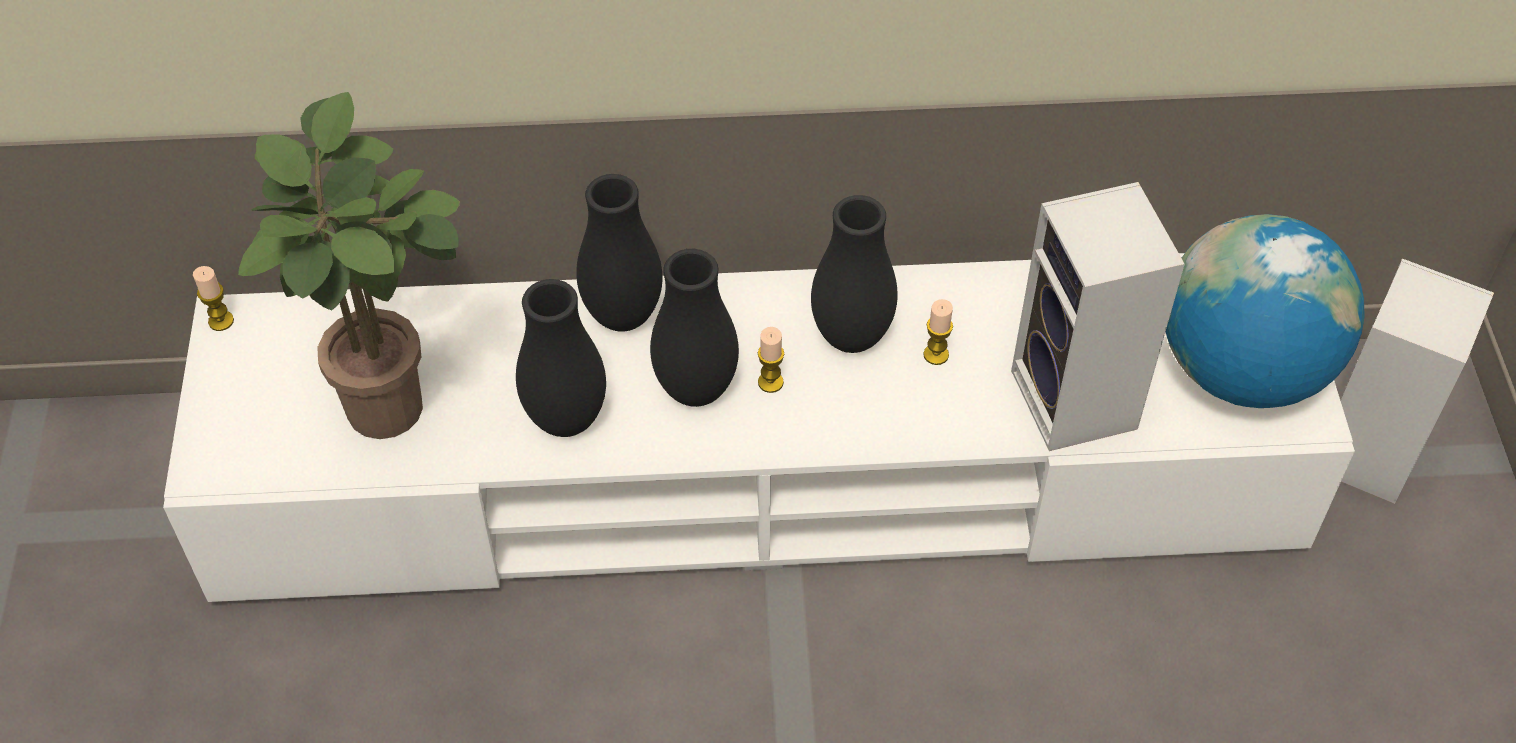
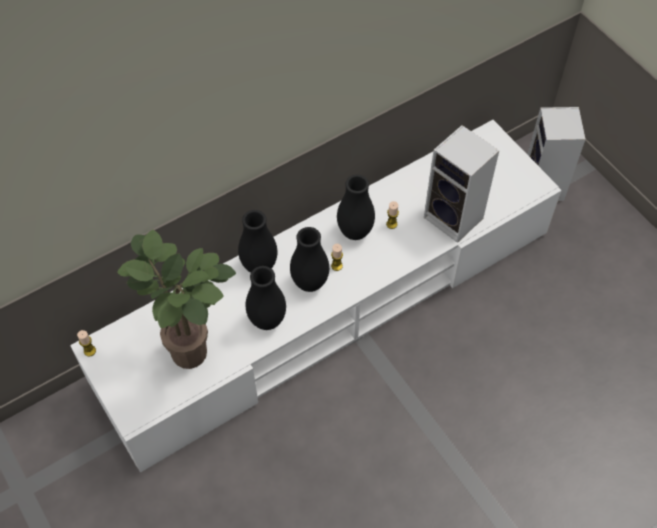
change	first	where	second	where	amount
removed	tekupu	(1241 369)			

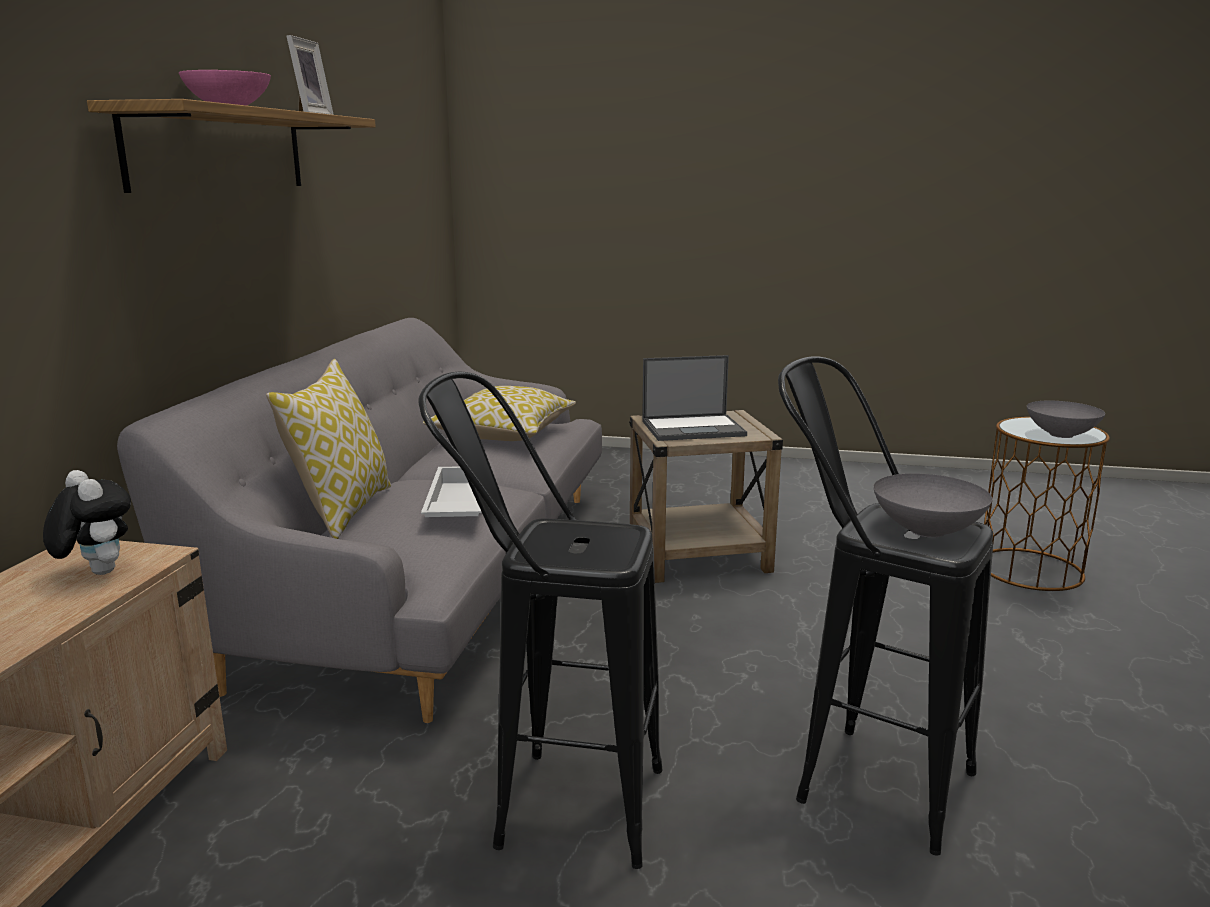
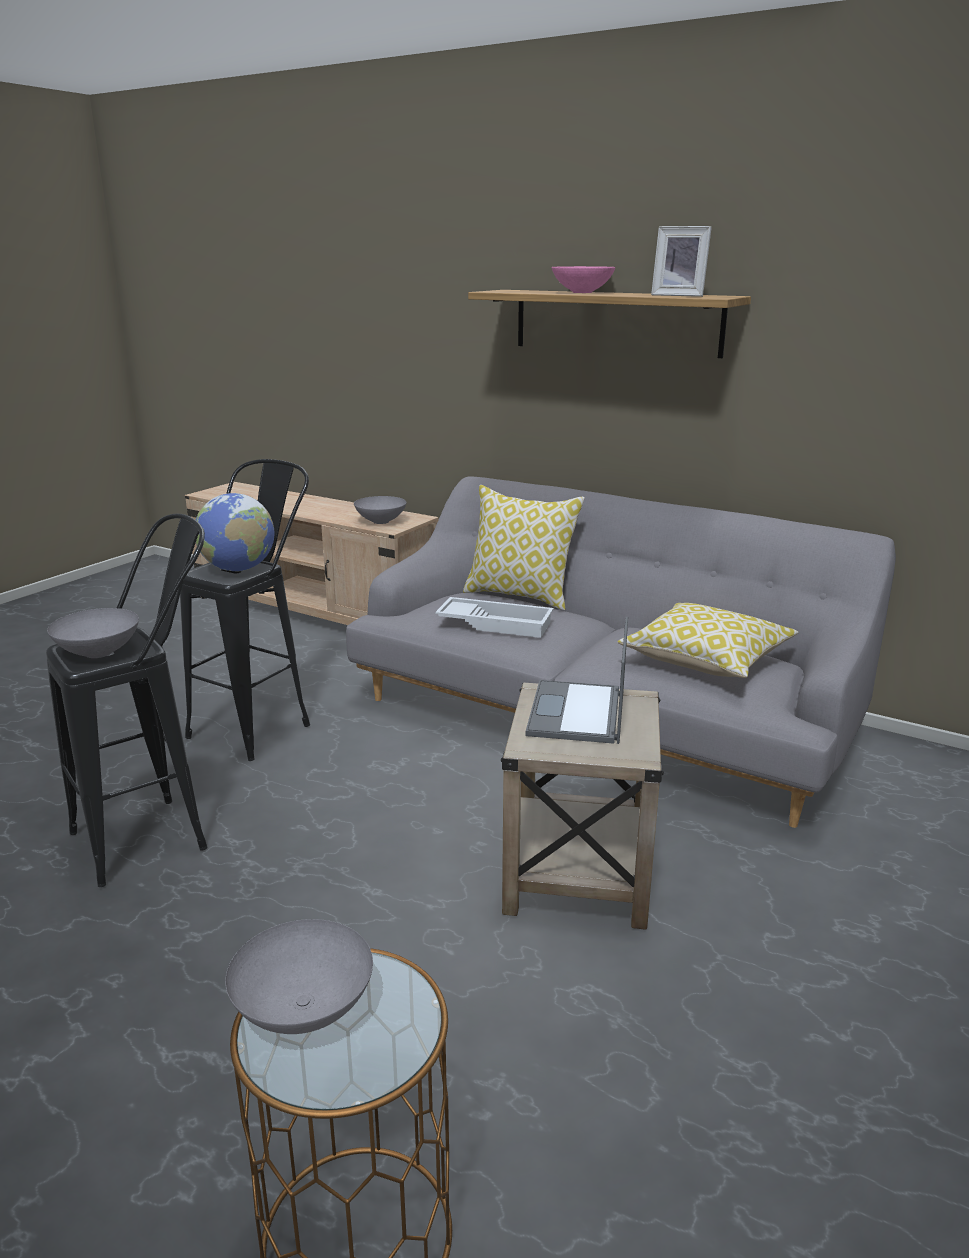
change	first	where	second	where	amount
added			tekupu	(238 569)	
replaced	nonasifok	(96 572)	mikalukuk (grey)	(381 521)	

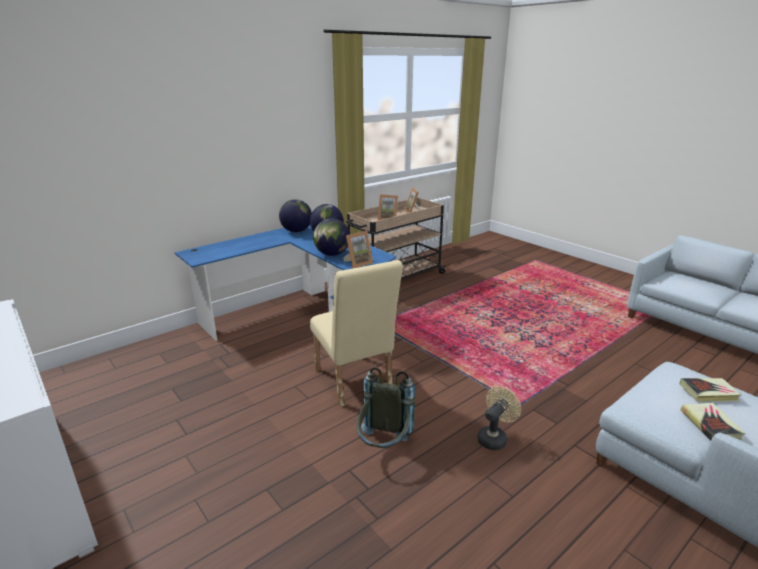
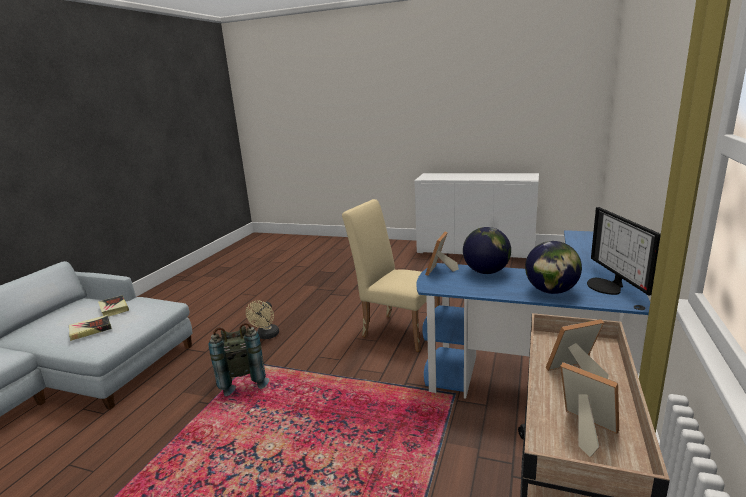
change	first	where	second	where	amount
moved	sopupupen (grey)	(383 447)		(243 380)	
replaced	tekupu	(296 231)	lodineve	(608 286)	

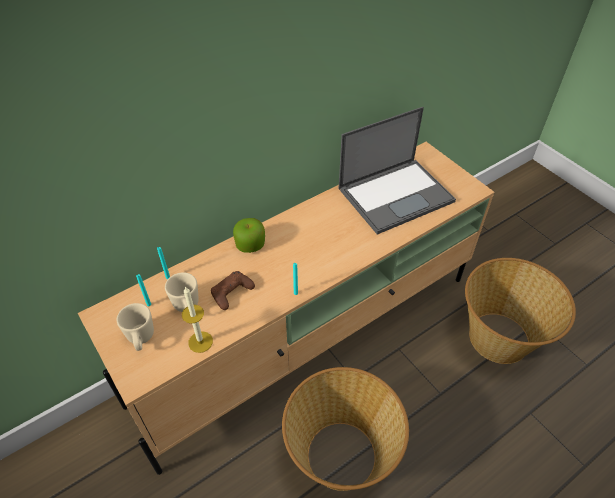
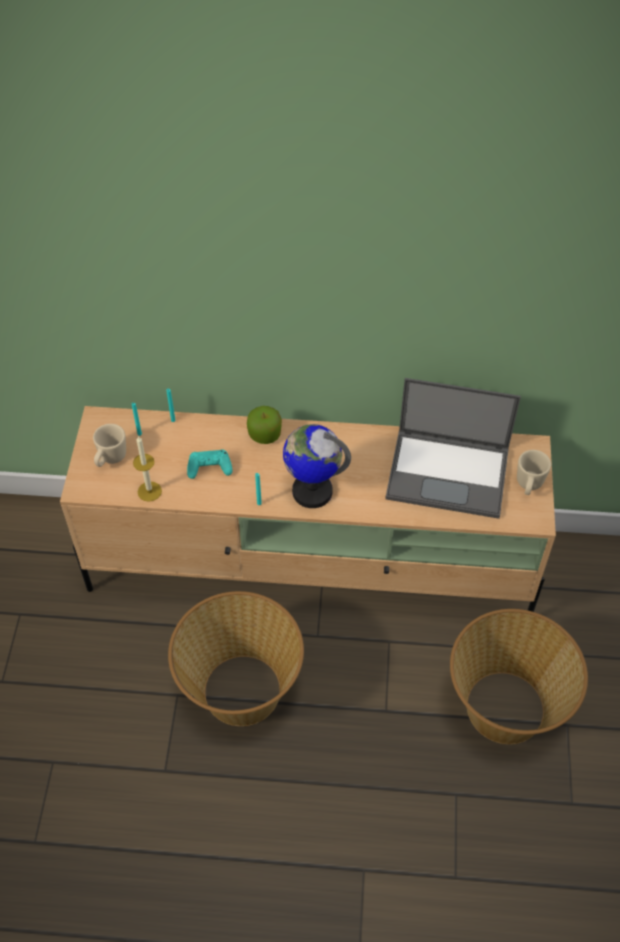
change	first	where	second	where	amount
added			tekupu	(312 491)	
moved	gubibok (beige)	(187 307)		(528 485)	
recoloured	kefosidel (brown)	(232 292)	kefosidel (turquoise)	(209 467)	

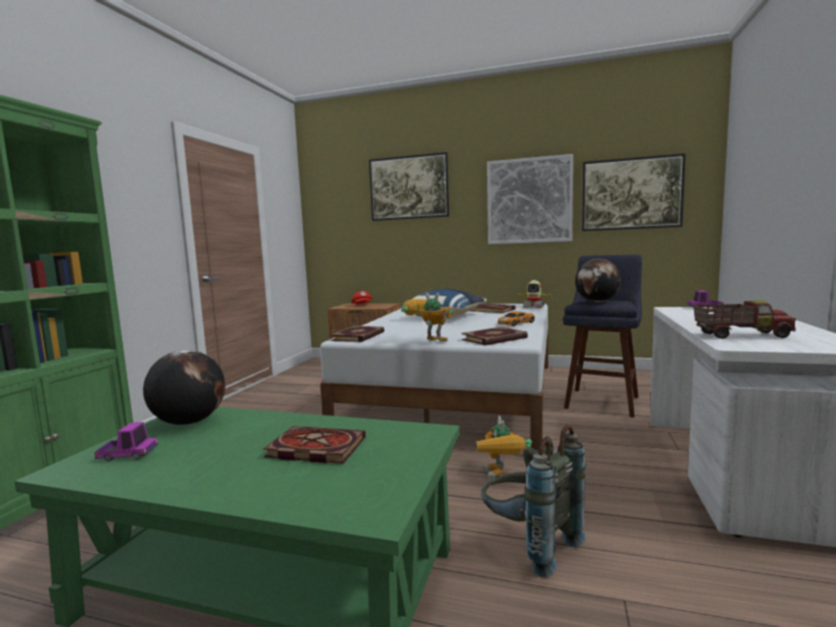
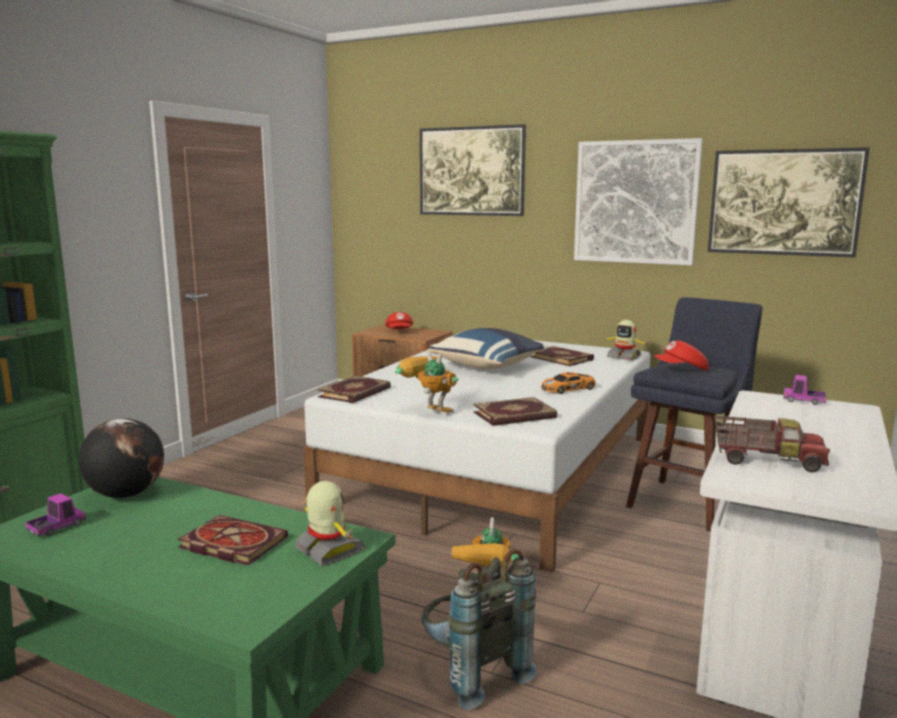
change	first	where	second	where	amount
added			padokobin	(328 550)	
replaced	tekupu	(597 302)	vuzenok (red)	(681 370)	
turned	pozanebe	(128 455)		(57 527)	60 degrees counterclockwise

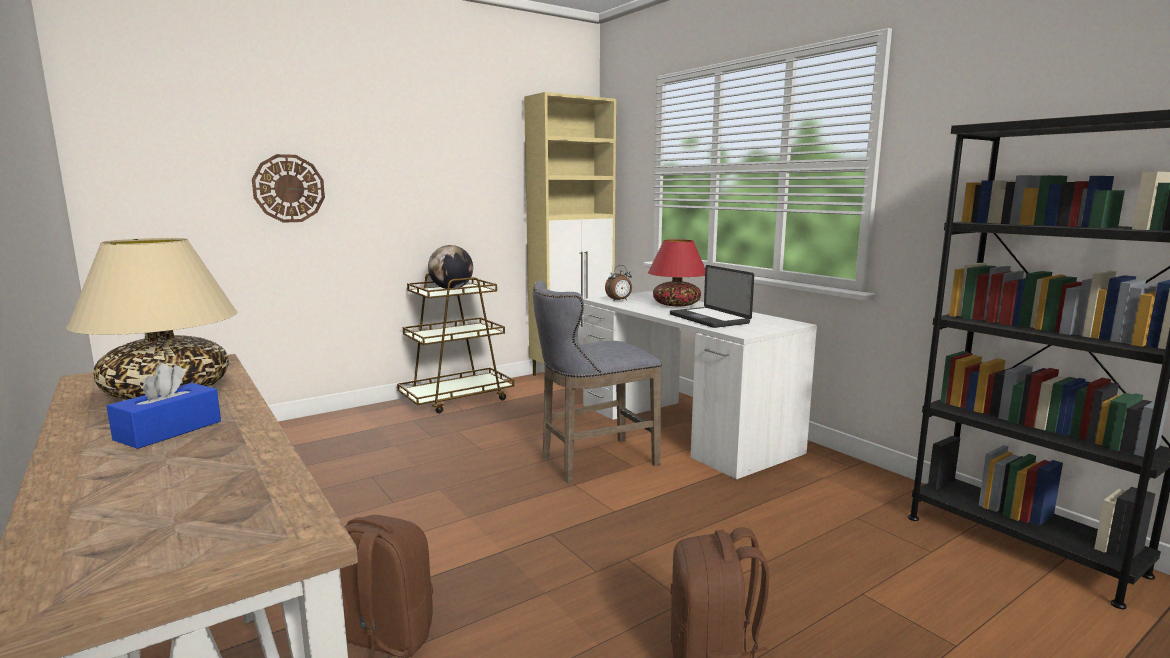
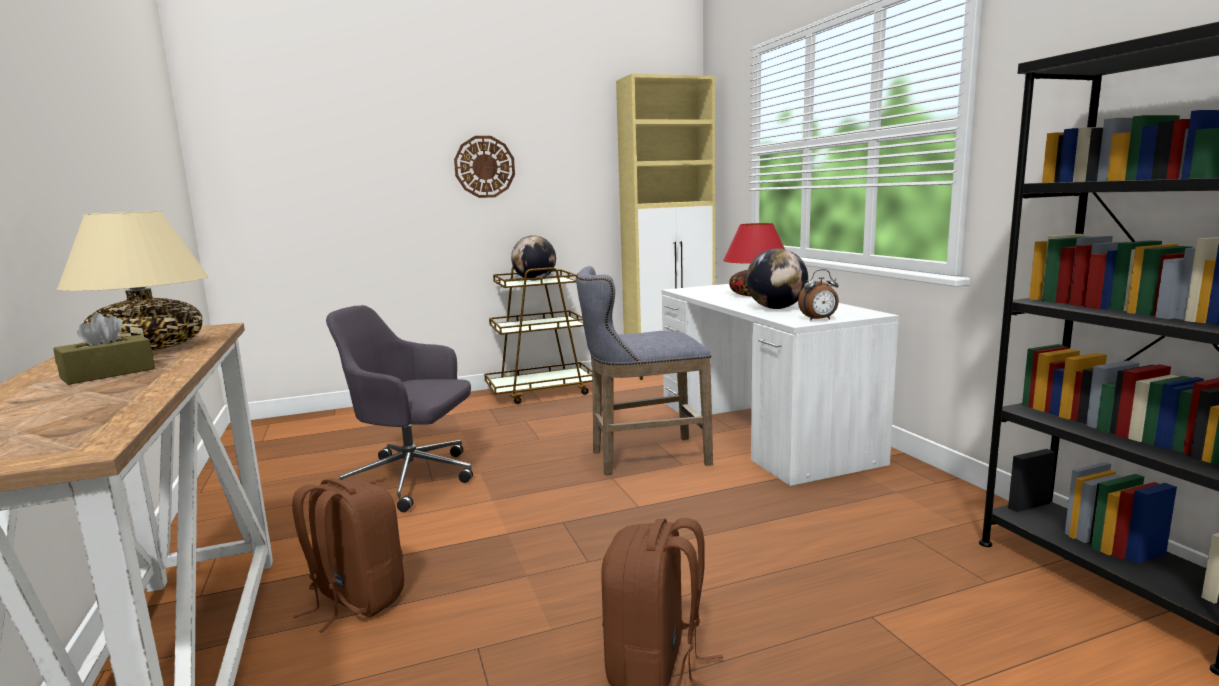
change	first	where	second	where	amount
added			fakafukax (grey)	(413 479)	
moved	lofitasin	(289 188)		(484 167)	
moved	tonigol	(619 300)		(819 319)	
replaced	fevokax	(709 319)	tekupu	(776 308)	
recoloured	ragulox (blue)	(168 430)	ragulox (brown)	(108 373)	

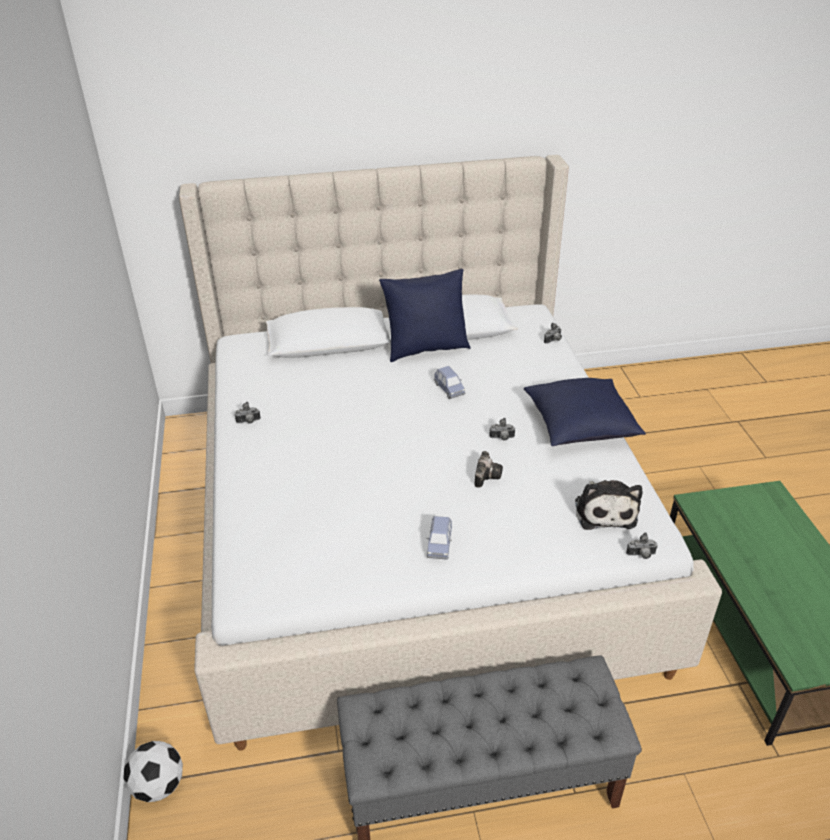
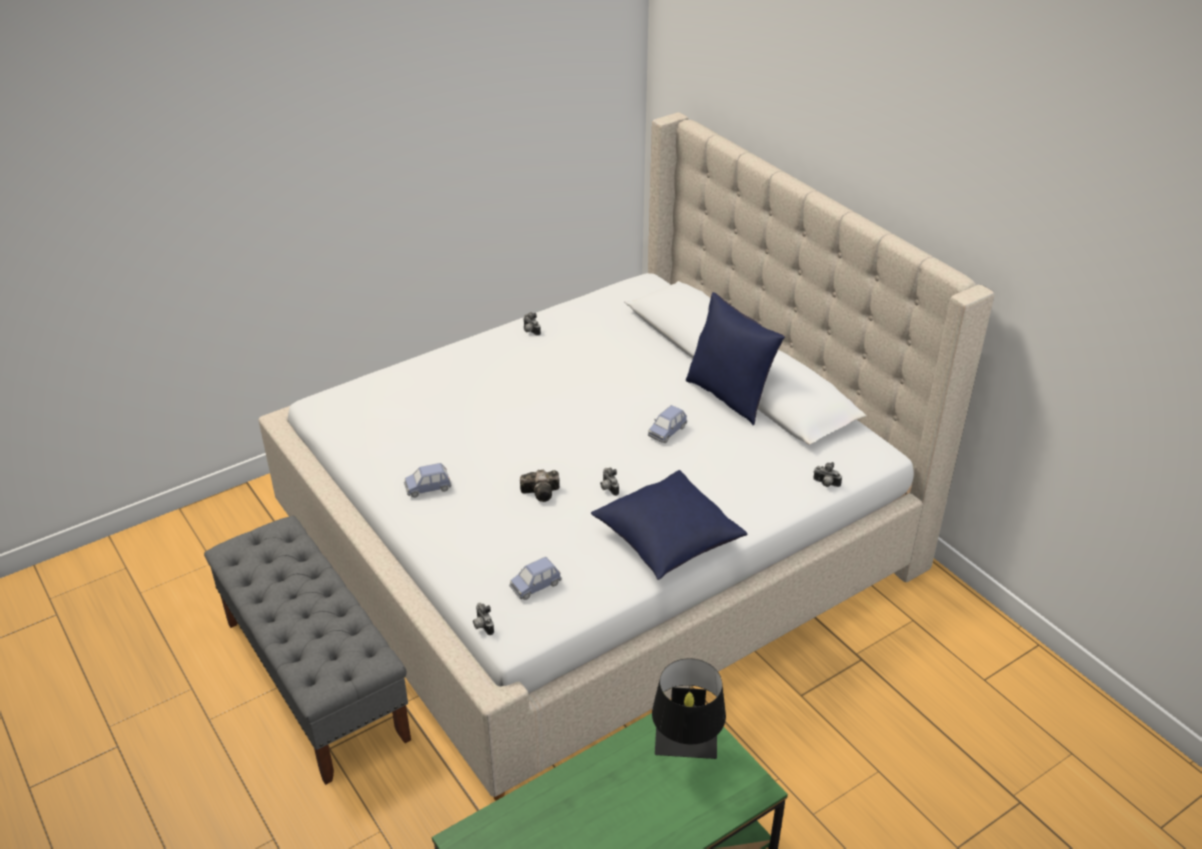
change	first	where	second	where	amount
removed	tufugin	(159 785)			
added			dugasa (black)	(686 752)	
replaced	nonasifok	(604 510)	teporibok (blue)	(535 586)	

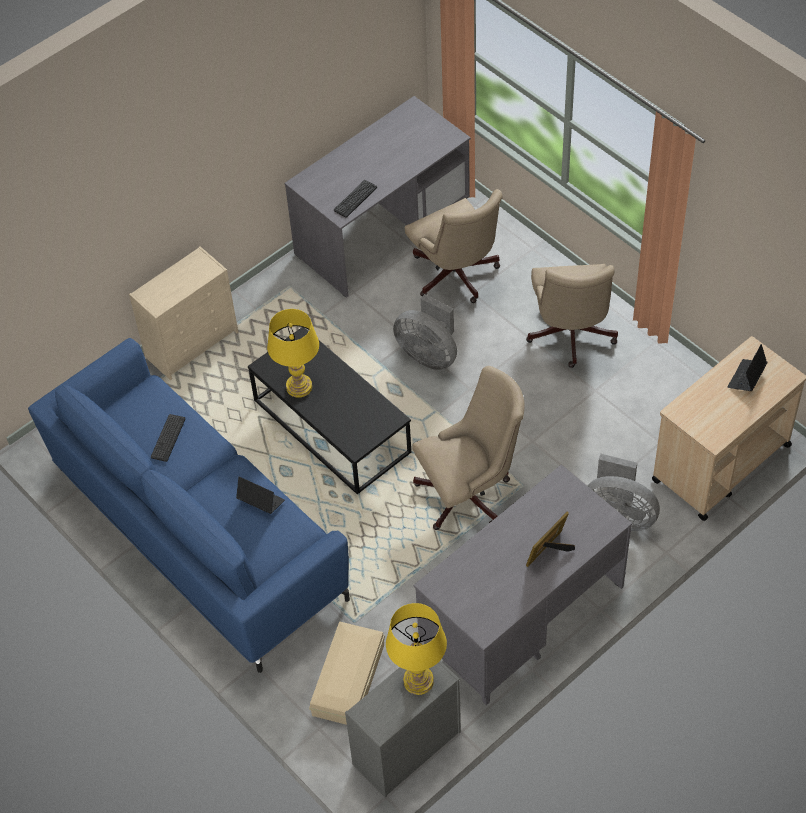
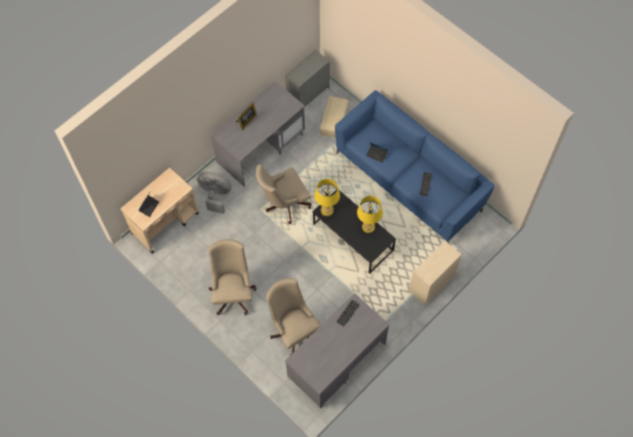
change	first	where	second	where	amount
removed	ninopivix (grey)	(429 354)			
moved	dugasa (yellow)	(418 681)		(327 210)	

